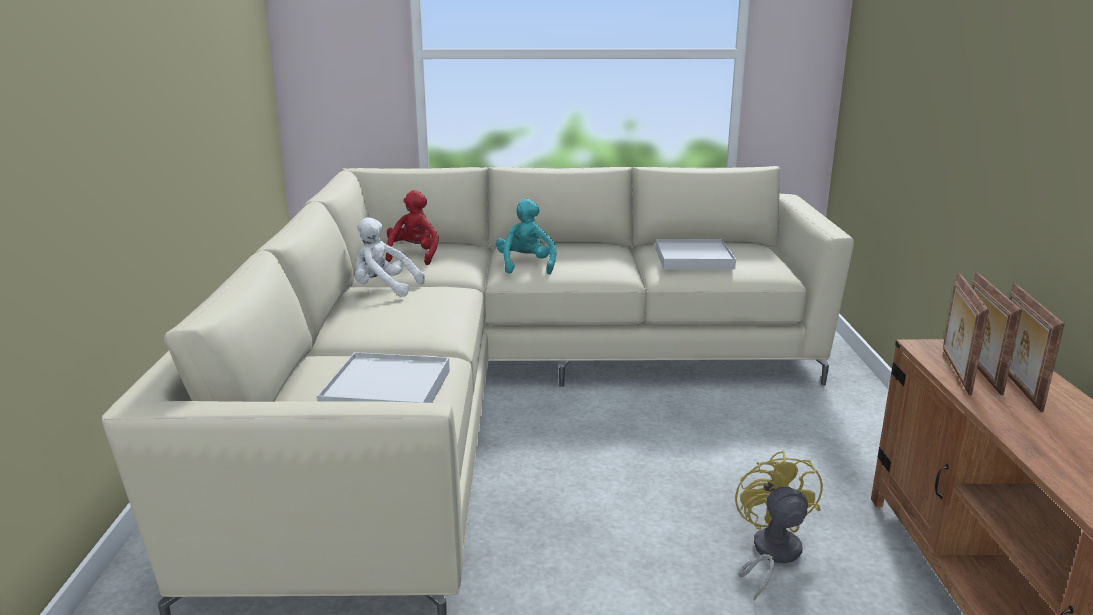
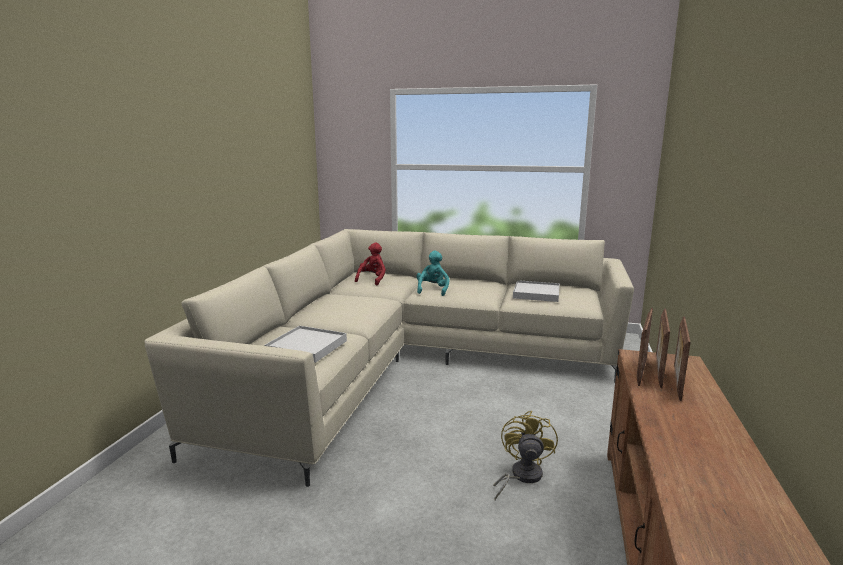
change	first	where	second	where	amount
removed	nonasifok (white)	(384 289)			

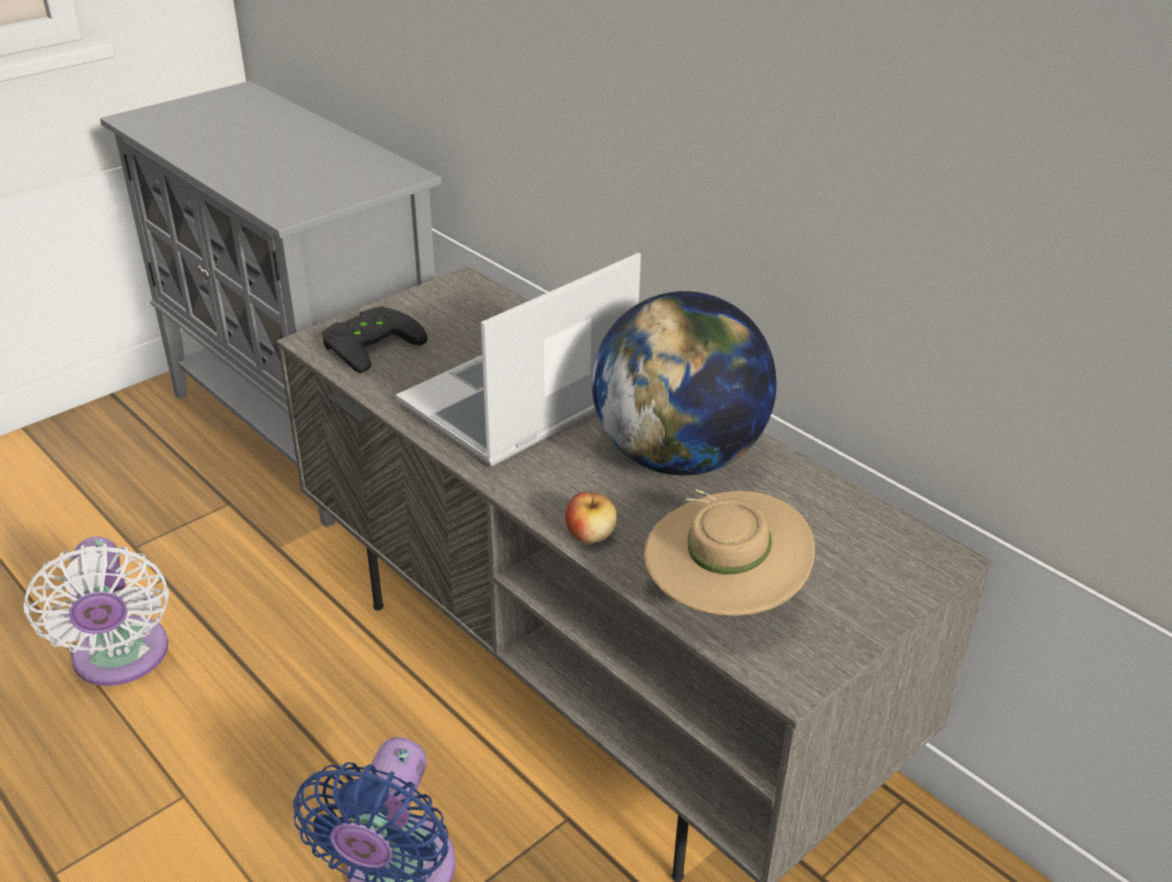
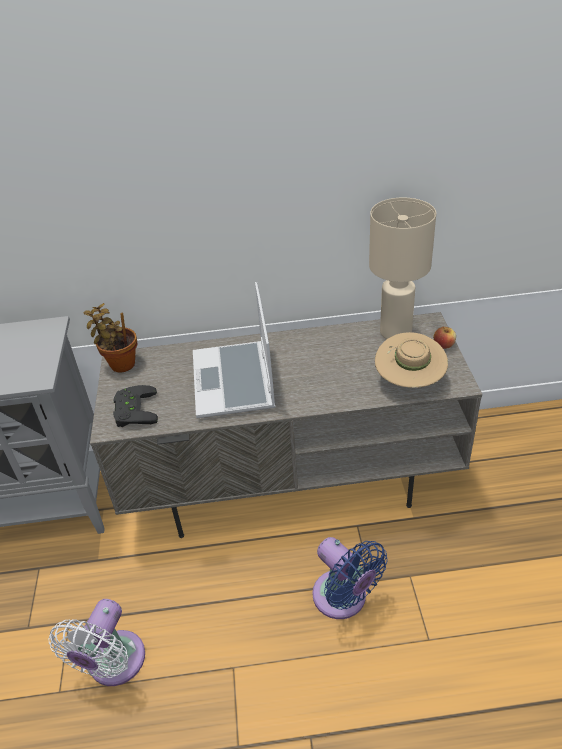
change	first	where	second	where	amount
removed	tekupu	(678 457)			
added			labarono	(120 363)	
added			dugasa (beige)	(396 332)	
moved	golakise	(590 535)		(443 345)	
turned	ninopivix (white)	(121 660)		(113 664)	90 degrees clockwise

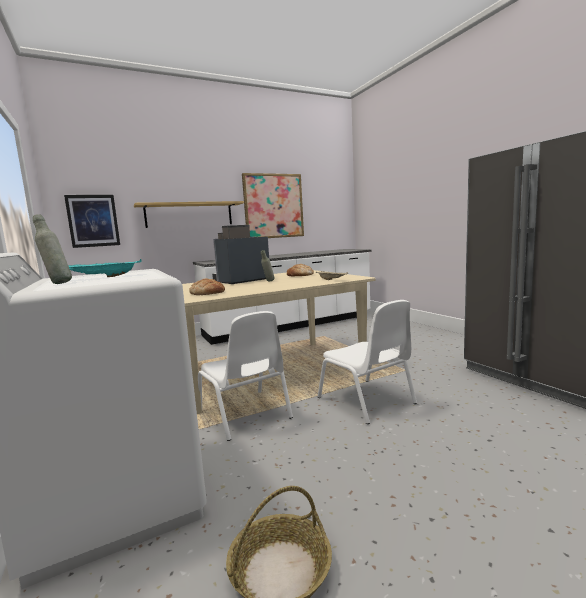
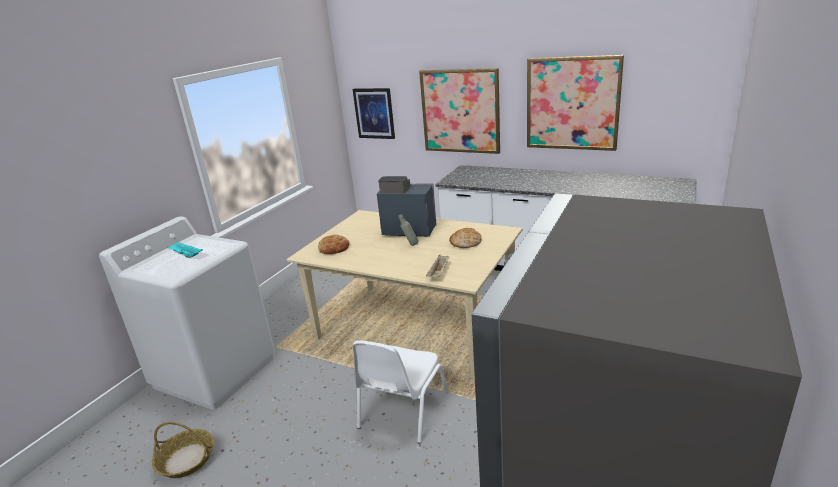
change	first	where	second	where	amount
removed	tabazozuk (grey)	(57 283)			
removed	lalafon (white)	(245 415)			
replaced	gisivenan	(189 215)	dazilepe	(460 111)	

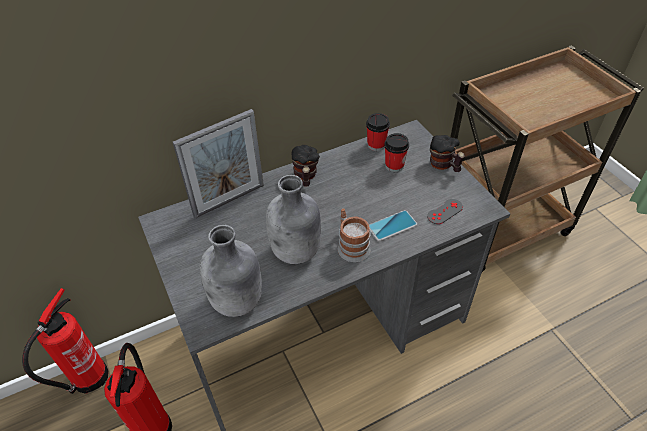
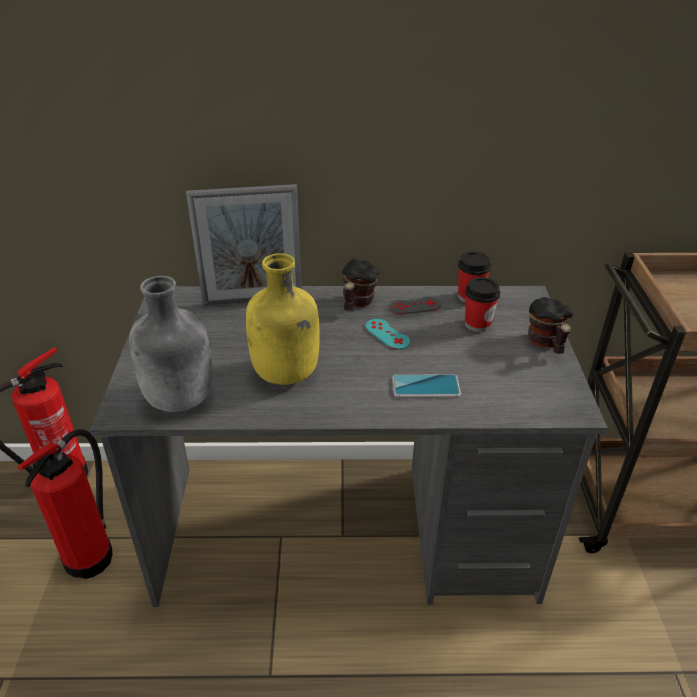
change	first	where	second	where	amount
removed	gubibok	(351 245)			
added			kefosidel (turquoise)	(387 334)	
moved	kefosidel (grey)	(445 211)		(414 306)	
recoloured	tabazozuk (grey)	(296 252)	tabazozuk (yellow)	(286 374)	

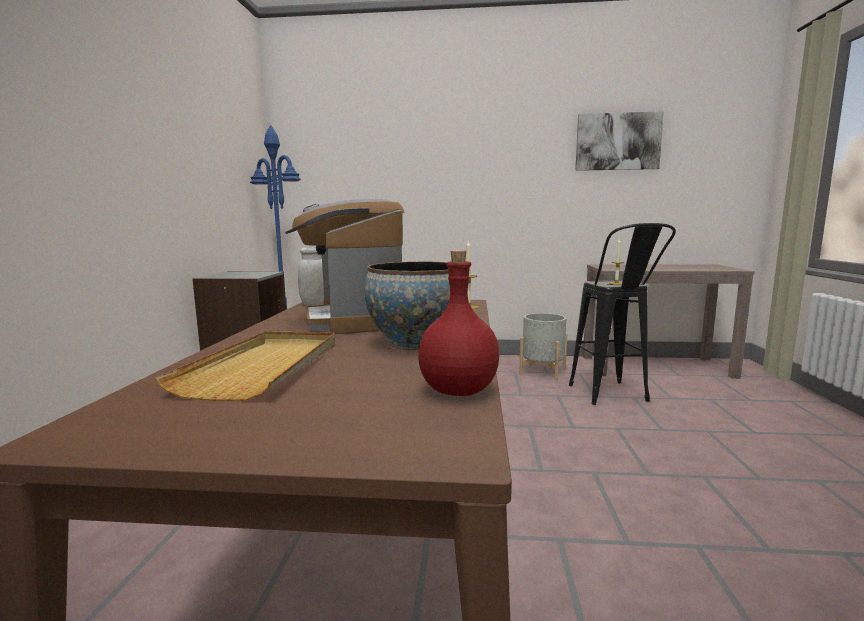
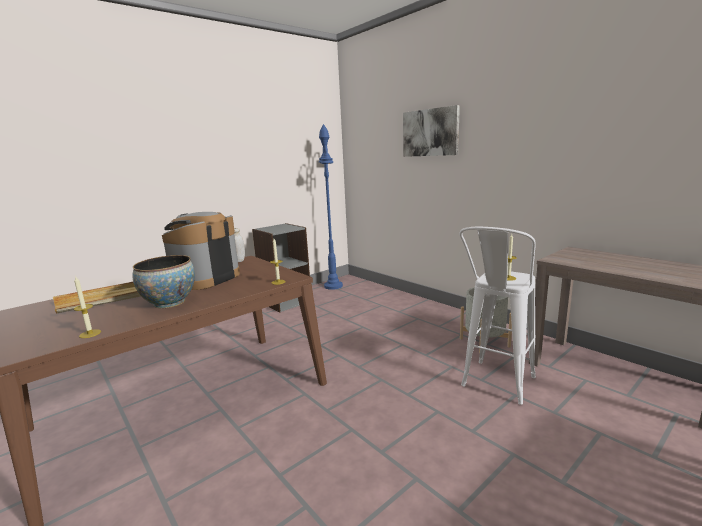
change	first	where	second	where	amount
moved	dazilepe	(617 142)		(430 132)	
replaced	tabazozuk (red)	(457 390)	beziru	(90 334)	
recoloured	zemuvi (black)	(613 397)	zemuvi (white)	(495 387)	

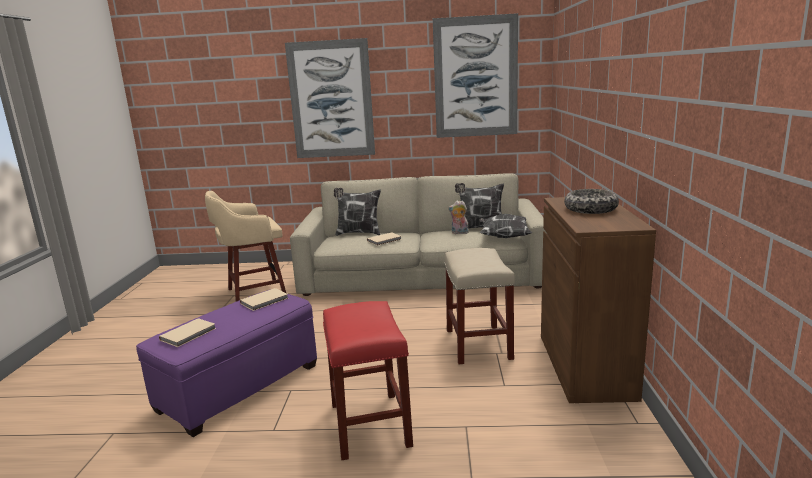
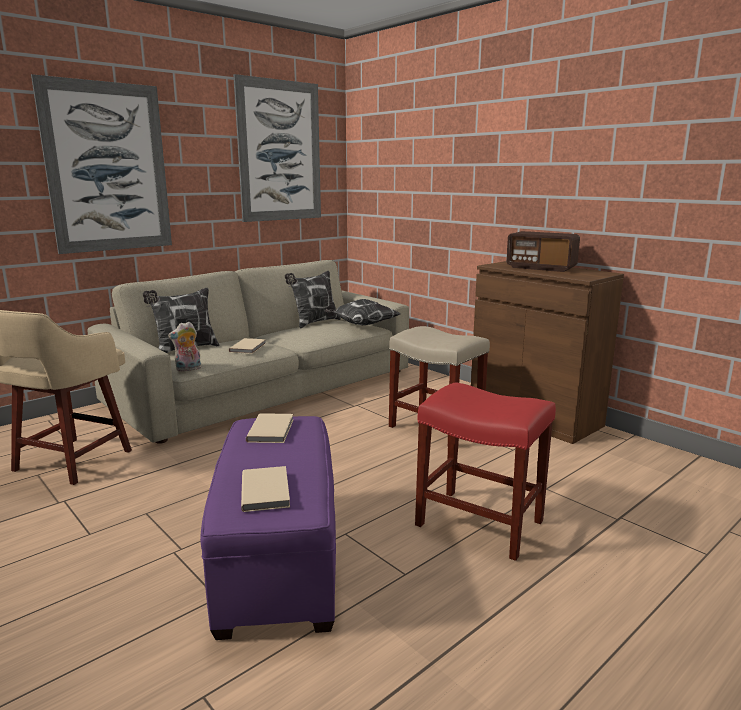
change	first	where	second	where	amount
moved	nonasifok	(459 233)		(188 369)	
replaced	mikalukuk	(590 209)	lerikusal	(541 268)	

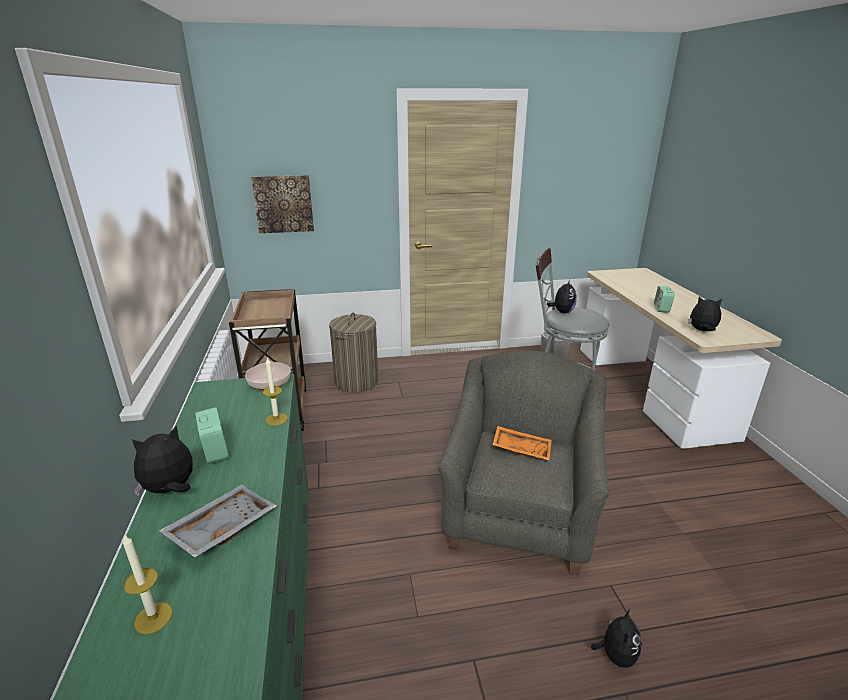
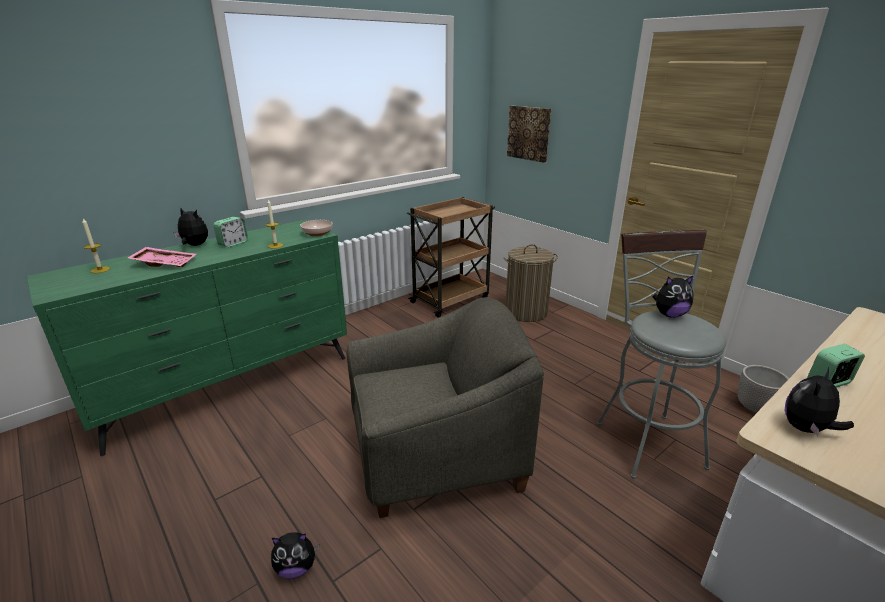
change	first	where	second	where	amount
removed	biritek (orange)	(521 448)			
recoloured	biritek (grey)	(221 527)	biritek (pink)	(165 263)	
turned	nonasifok	(702 331)		(806 429)	120 degrees counterclockwise

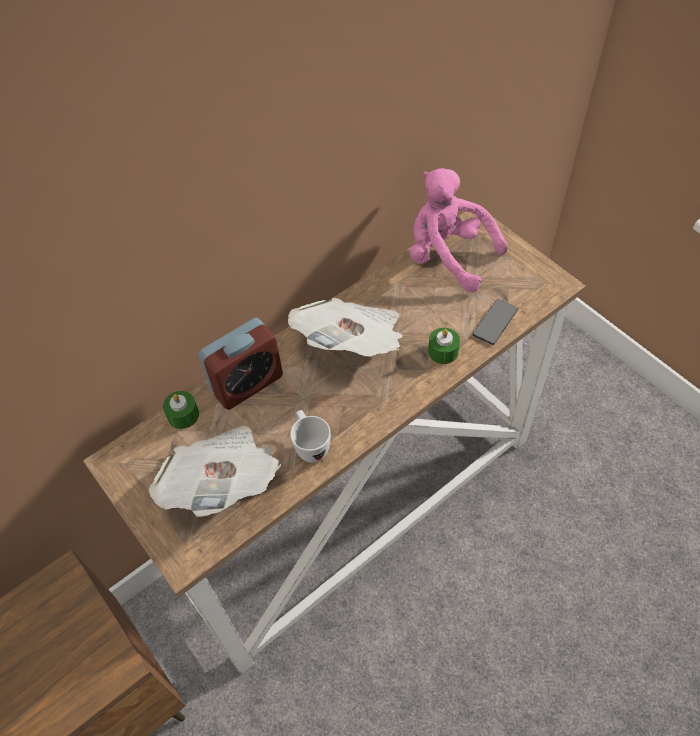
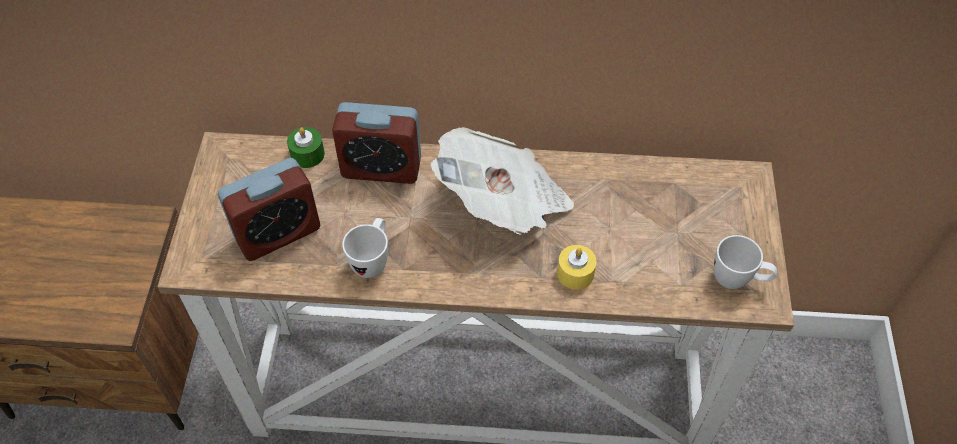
change	first	where	second	where	amount
removed	nonasifok (pink)	(448 256)			
removed	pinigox	(495 322)			
added			gubibok (white)	(738 280)	
replaced	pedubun	(224 483)	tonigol	(278 233)	
recoloured	beziru (green)	(443 351)	beziru (yellow)	(575 273)	

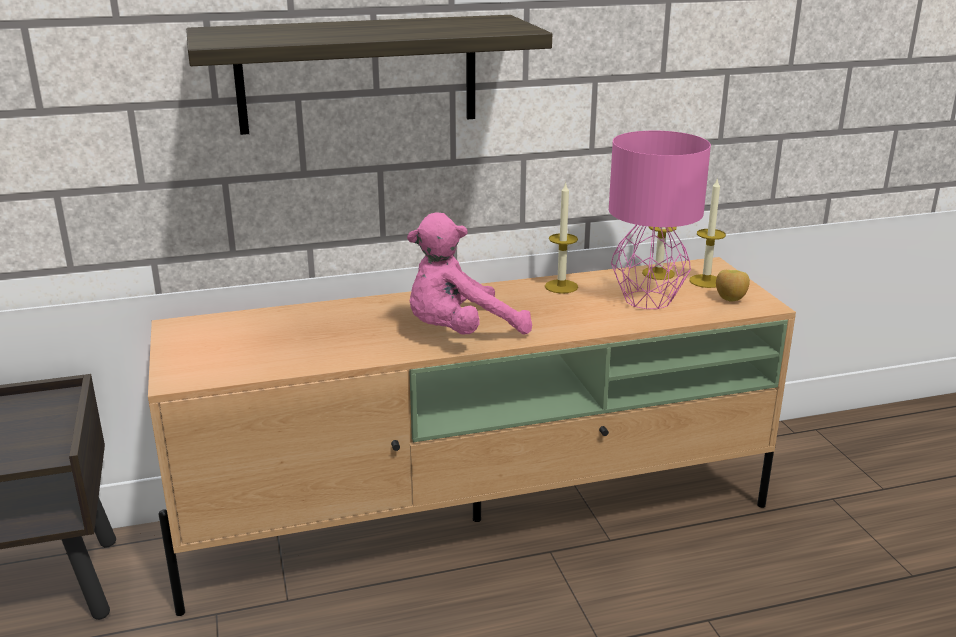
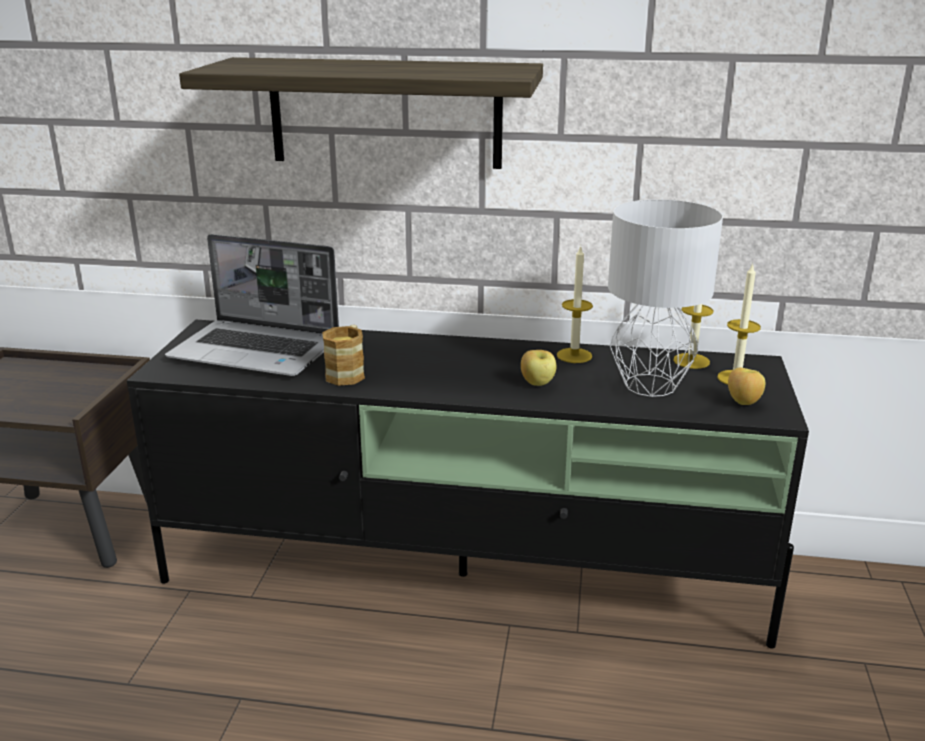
change	first	where	second	where	amount
removed	nonasifok (pink)	(460 333)			
added			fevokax	(258 351)	
added			gubibok	(348 372)	
added			golakise	(538 384)	
recoloured	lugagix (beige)	(481 519)	lugagix (black)	(466 575)	
recoloured	dugasa (pink)	(646 300)	dugasa (grey)	(648 385)	

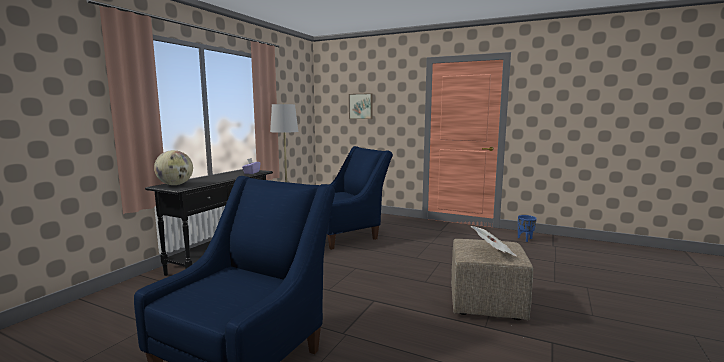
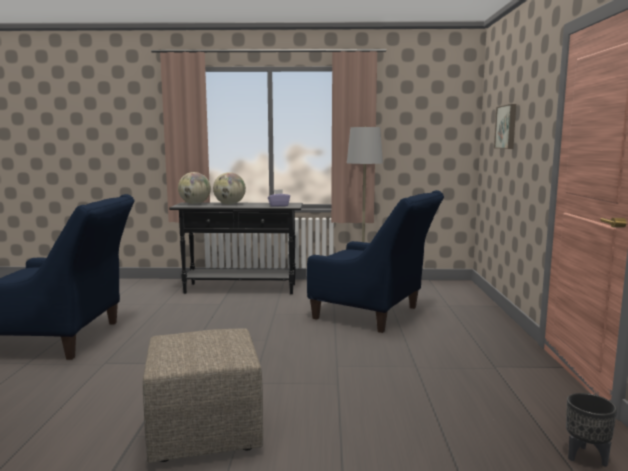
change	first	where	second	where	amount
removed	pedubun	(493 252)			
added			tekupu	(229 204)	
recoloured	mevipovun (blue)	(525 239)	mevipovun (black)	(586 457)	

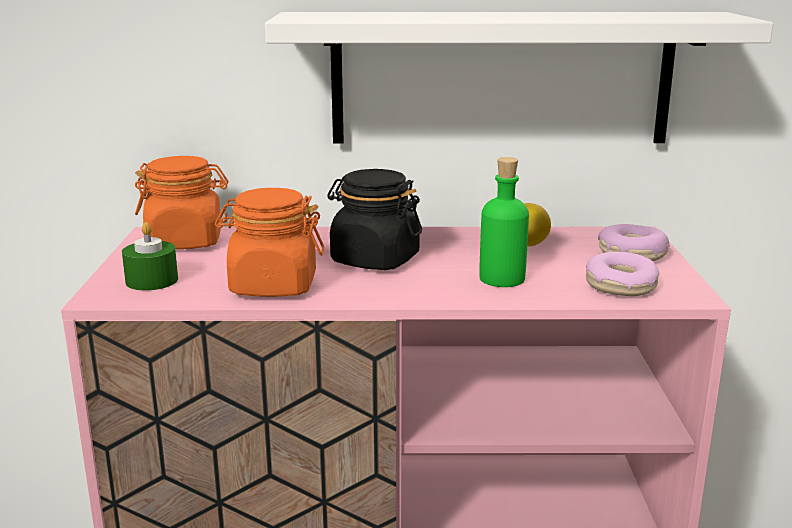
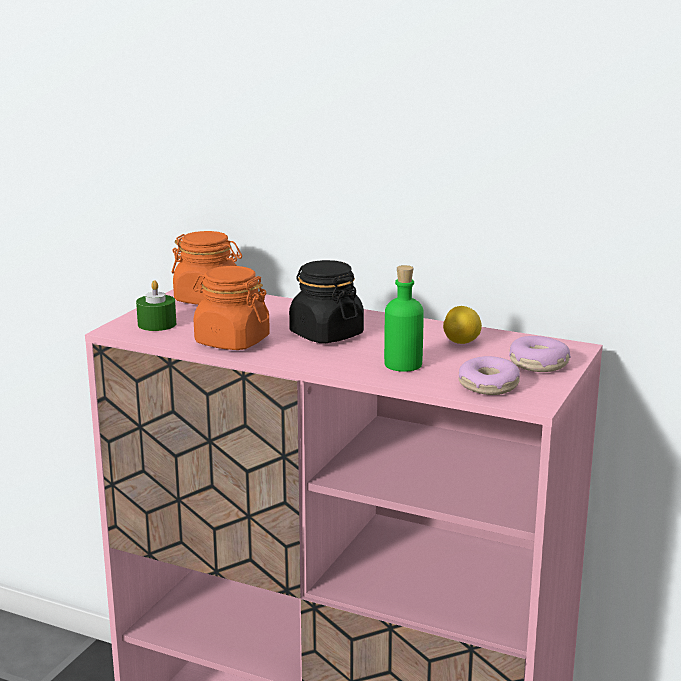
change	first	where	second	where	amount
removed	gisivenan (white)	(501 78)			

